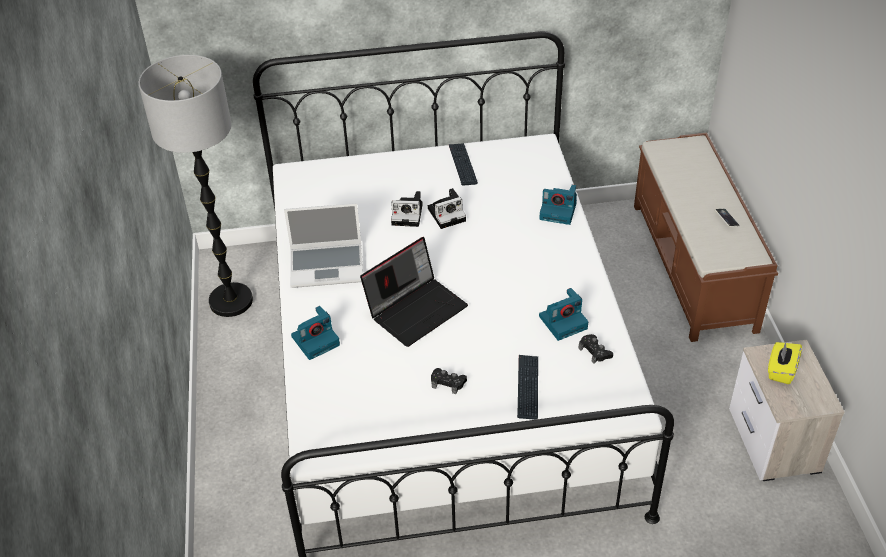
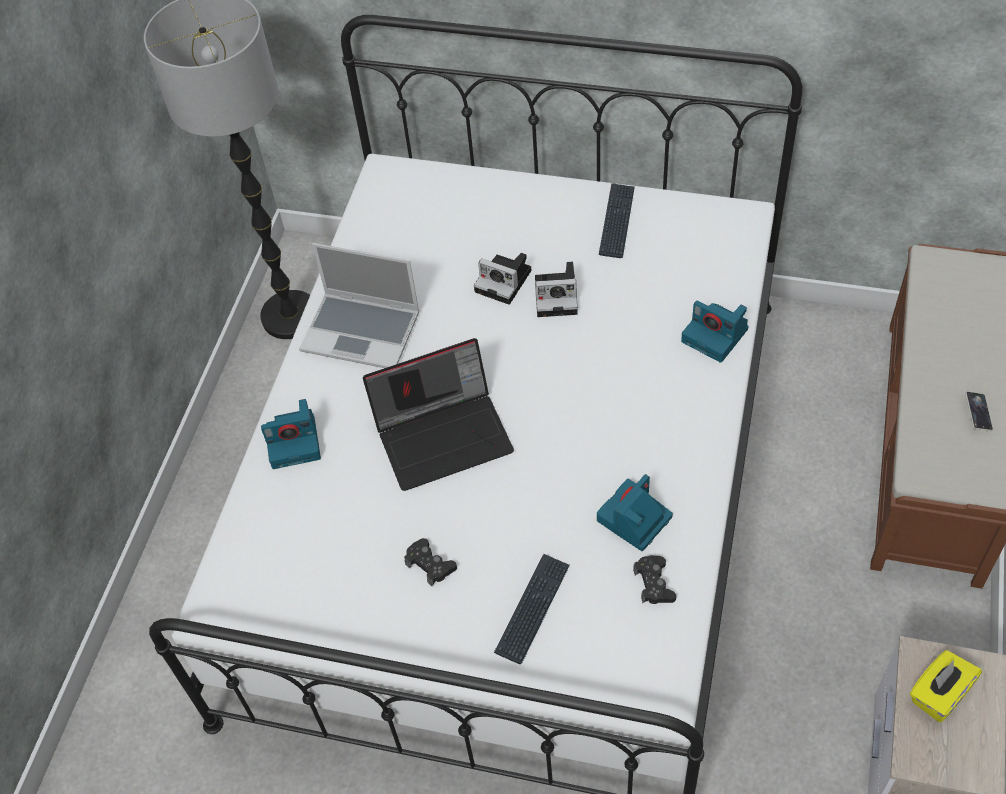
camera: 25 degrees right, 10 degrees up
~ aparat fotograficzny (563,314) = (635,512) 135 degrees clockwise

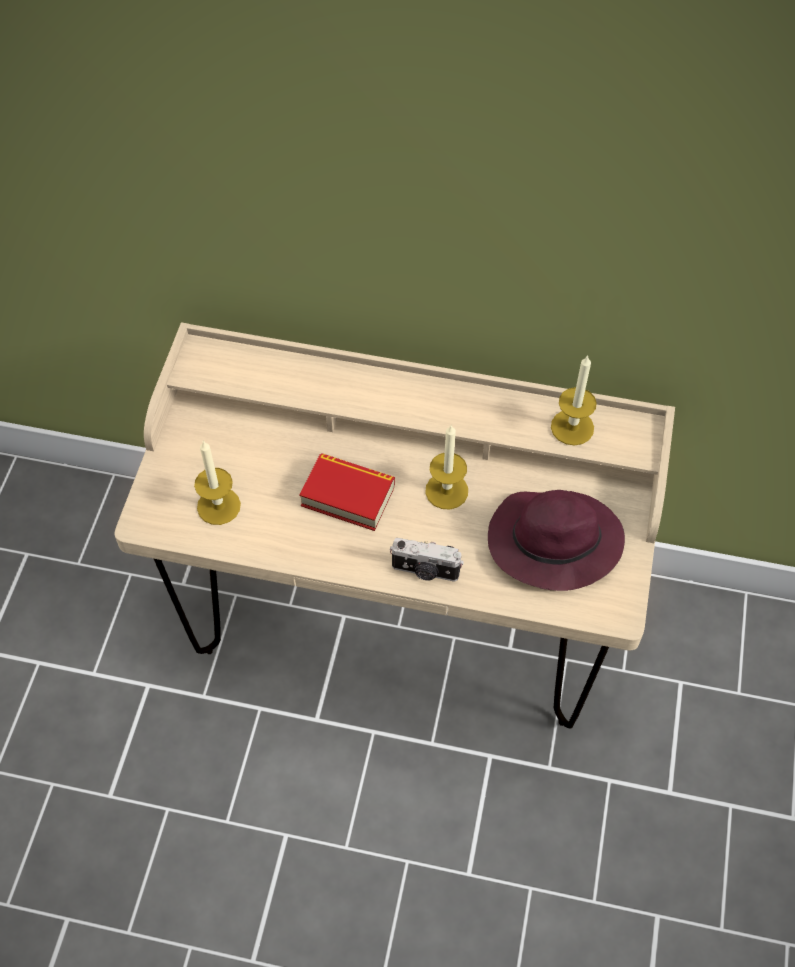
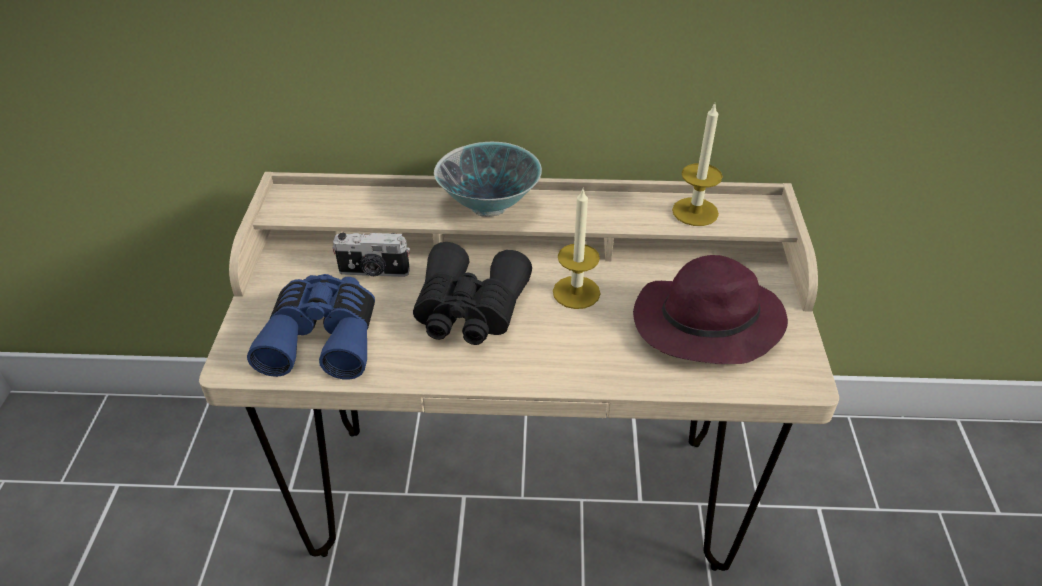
camera: 10 degrees left, 15 degrees down
~ świeca (217,482) to lornetka (niebieski) (311,327)
~ książka (347,492) to lornetka (czarny) (472,293)
~ aparat fotograficzny (427,560) to (371,255)
+ miska (488,179)

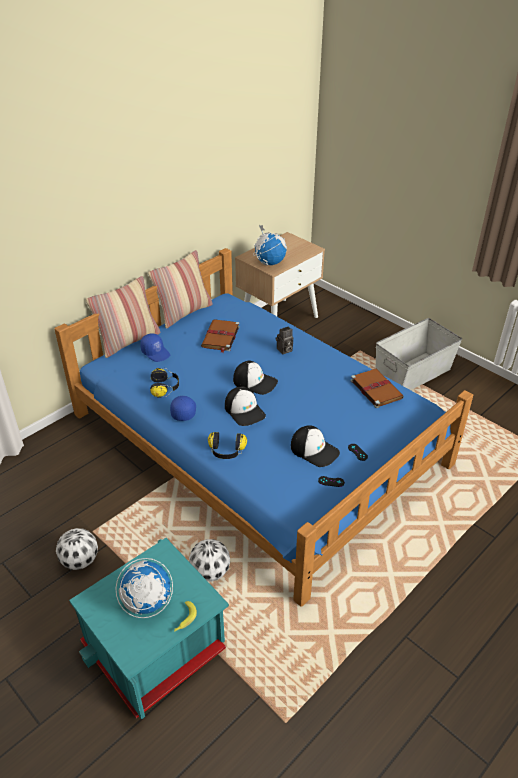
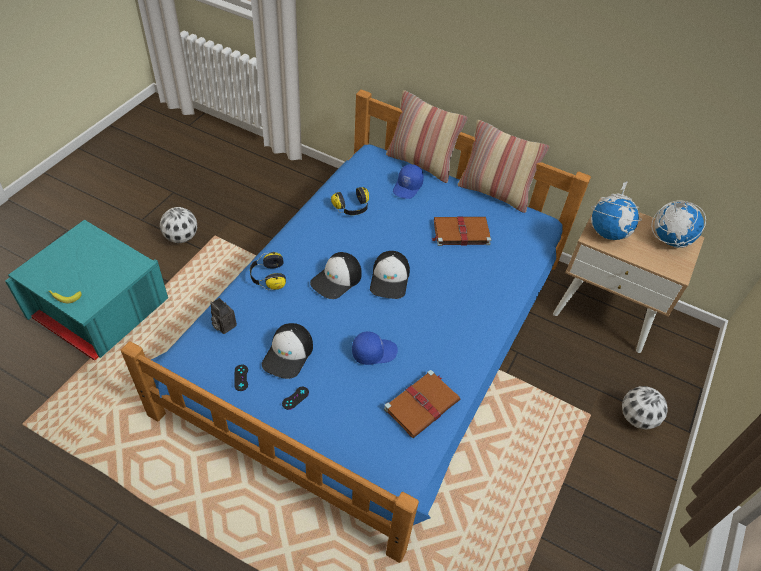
camera: 70 degrees right, 10 degrees up
~ globus (144,588) to (678,224)
~ czapka z daszkiem (niebieski) (183,408) to (375,348)
~ piłka futbolowa (209,560) to (645,408)
~ aparat fotograficzny (284,340) to (223,316)
- pojemnik do przechowywania (szary) (419,354)

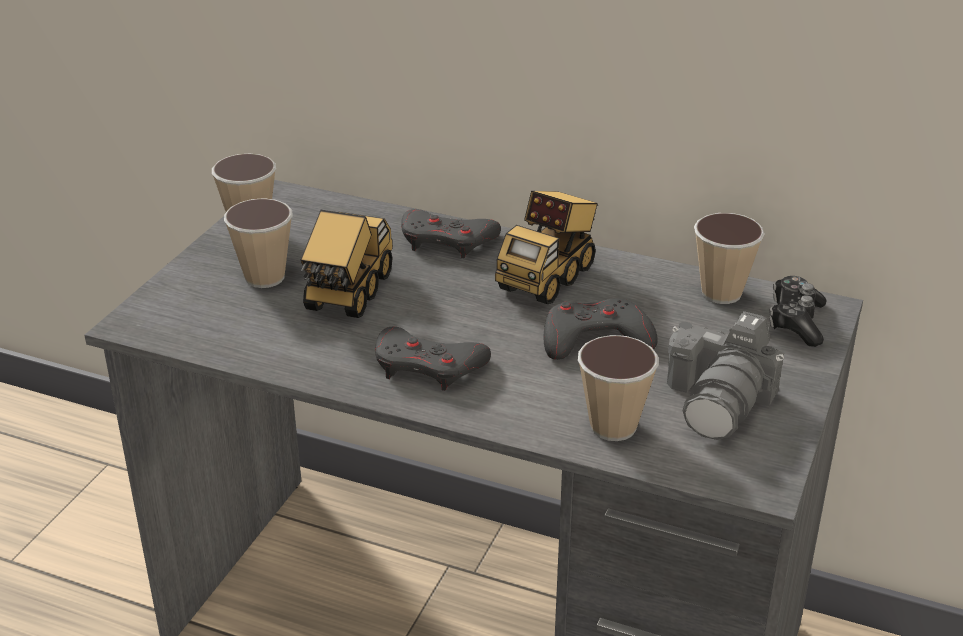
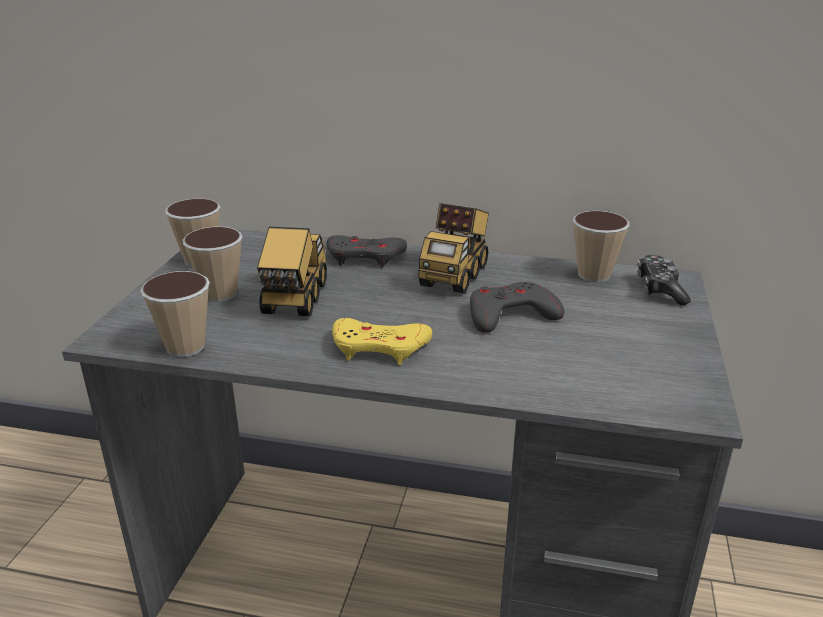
camera: 10 degrees left, 5 degrees down
~ pad do gier (szary) (433,358) to pad do gier (żółty) (382,341)
~ filiżanka (618,388) to (175,314)
- aparat fotograficzny (725,375)

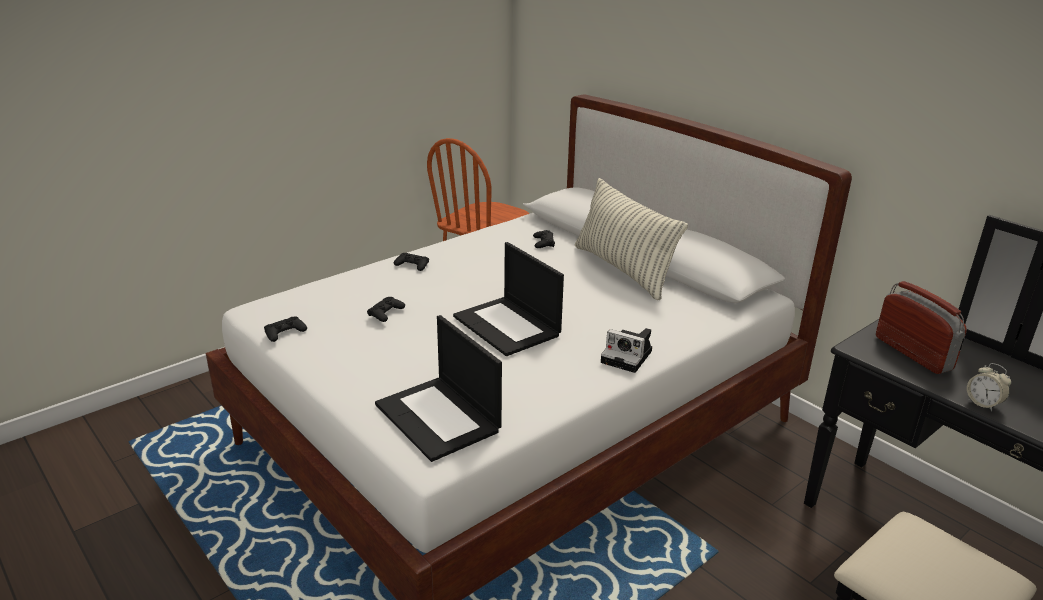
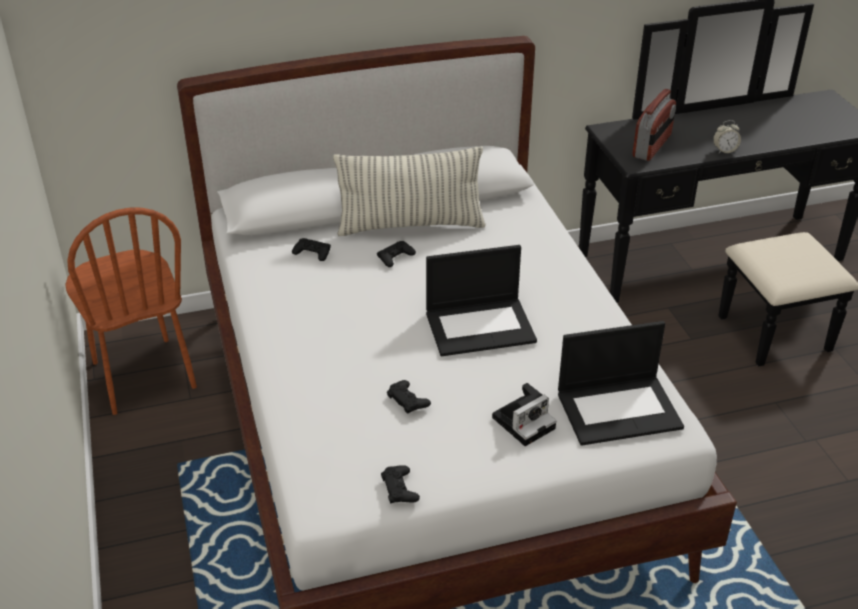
camera: 65 degrees left, 10 degrees up
~ pad do gier (czarny) (411,262) to (396,254)
~ aparat fotograficzny (626,350) to (524,414)
~ radio (921,327) = (654,125) 120 degrees clockwise

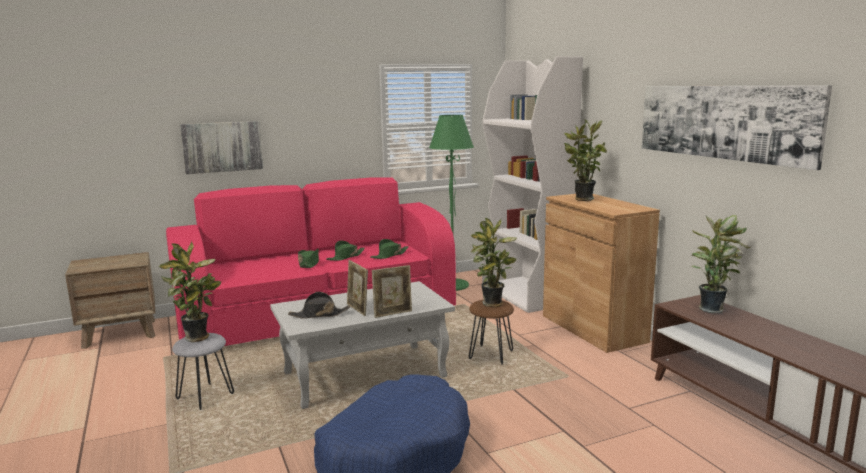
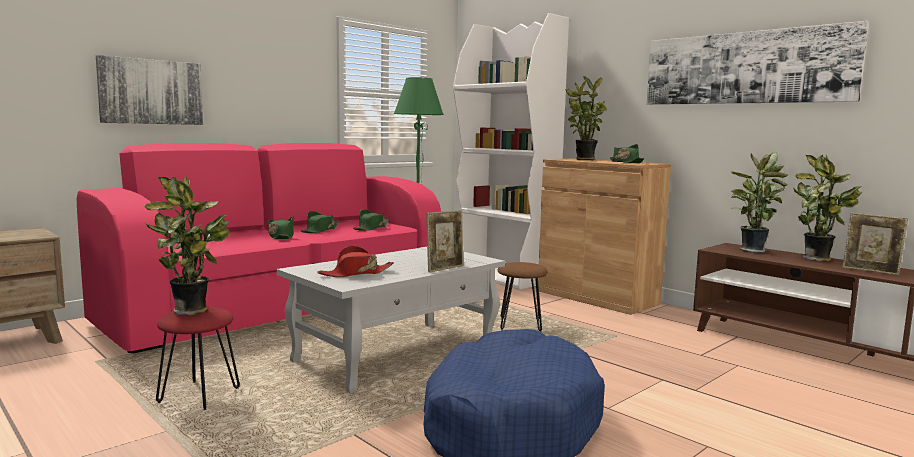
camera: 20 degrees left, 5 degrees down
~ stołek (szary) (203,371) to stołek (czerwony) (198,358)
~ kapelusz (czarny) (319,305) to kapelusz (czerwony) (355,261)
~ ramka na zdjęcie (357,288) to (875,244)
~ roślina doniczkowa (493,262) to (827,208)
+ kapelusz (zielony) (627,153)

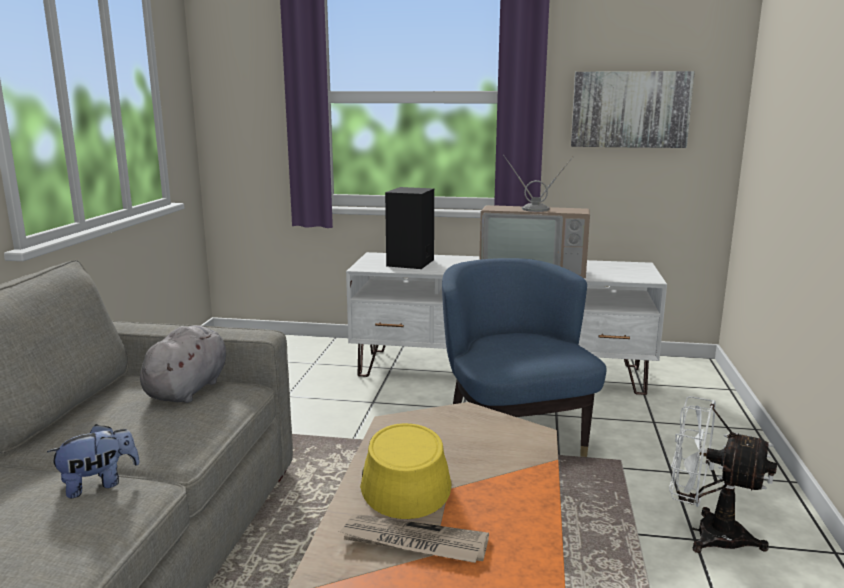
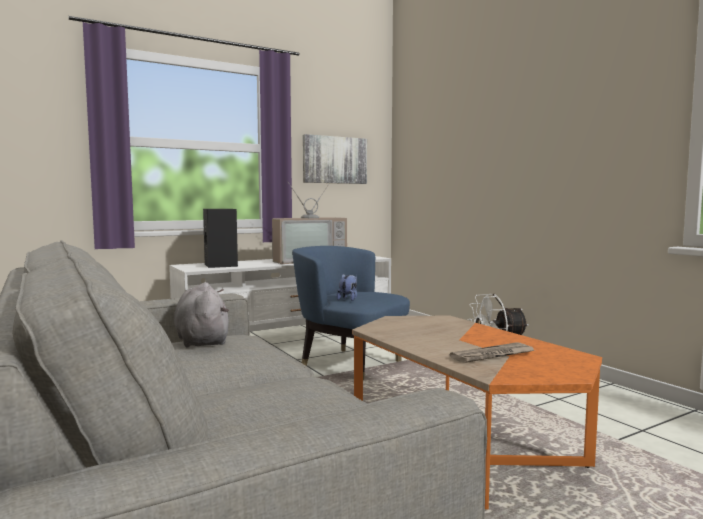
camera: 40 degrees left, 10 degrees down
~ pluszak (93,461) to (346,287)
- kapelusz (żółty) (406,471)

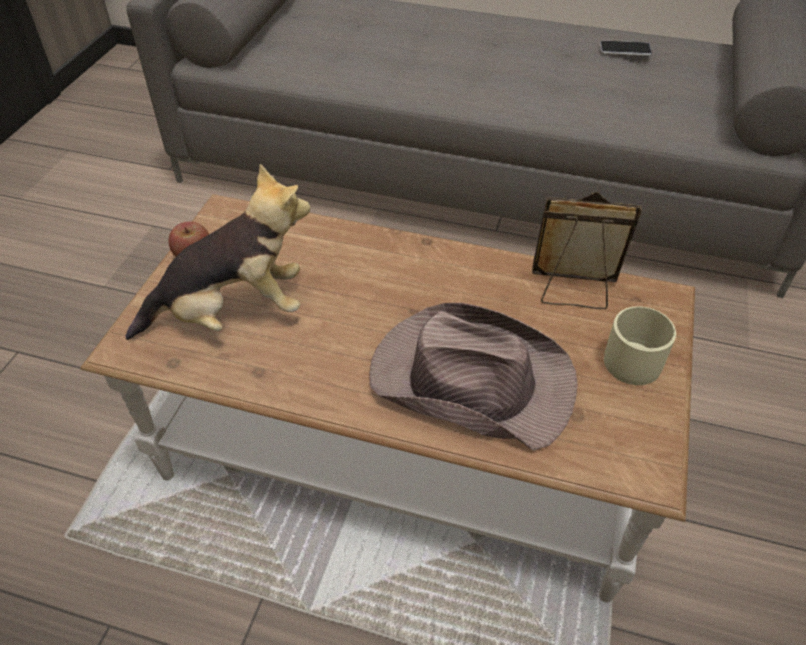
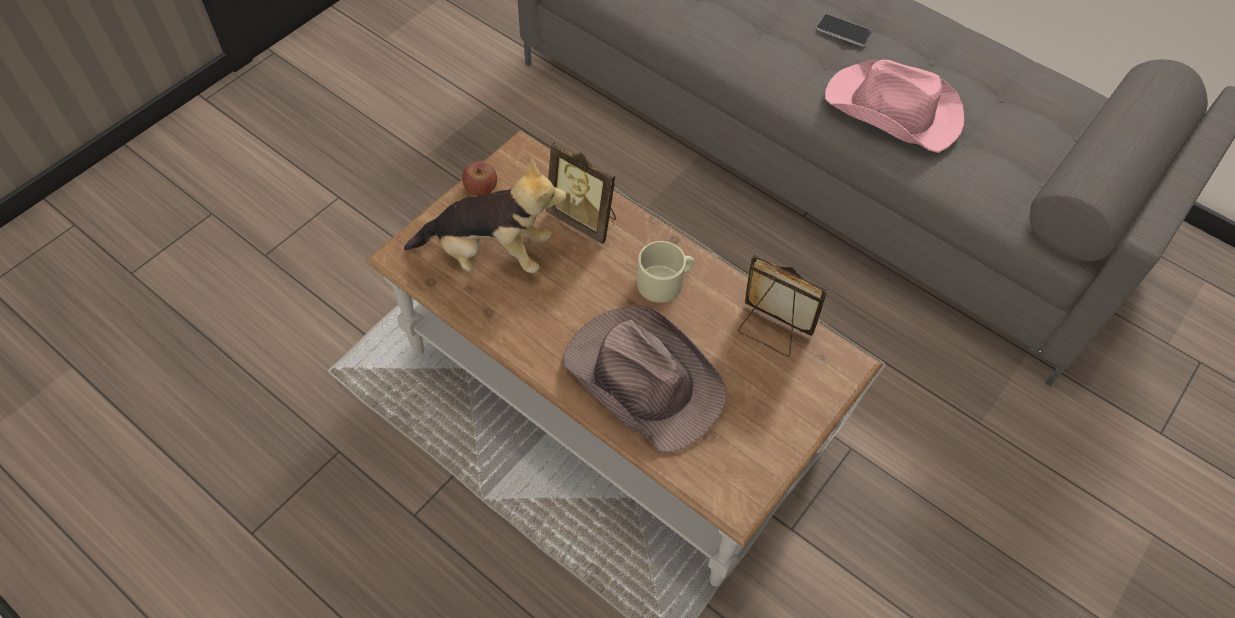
camera: 20 degrees right, 10 degrees up
~ telefon (626,48) to (844,30)
~ kubek (beżowy) (640,345) to (666,272)
+ ramka na zdjęcie (581,193)
+ kapelusz (różowy) (894,106)

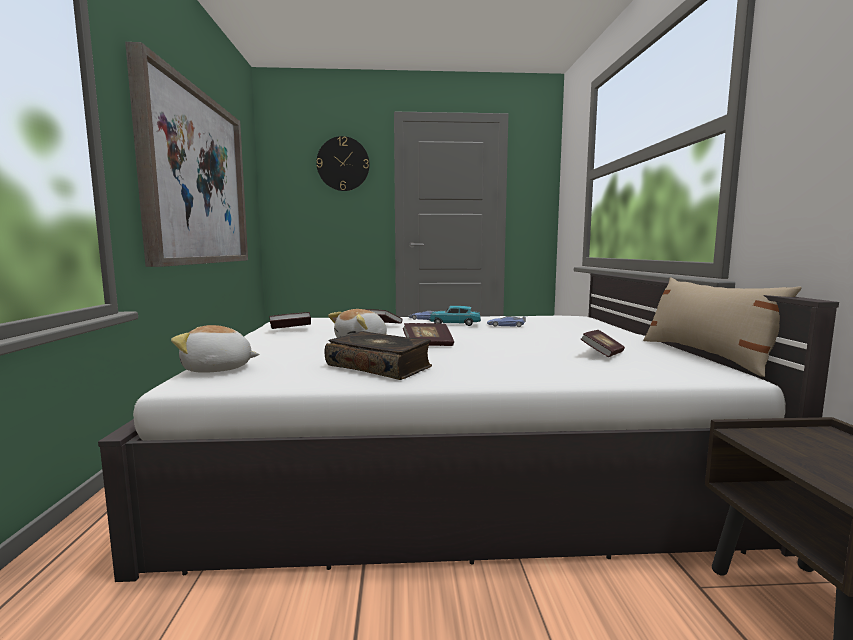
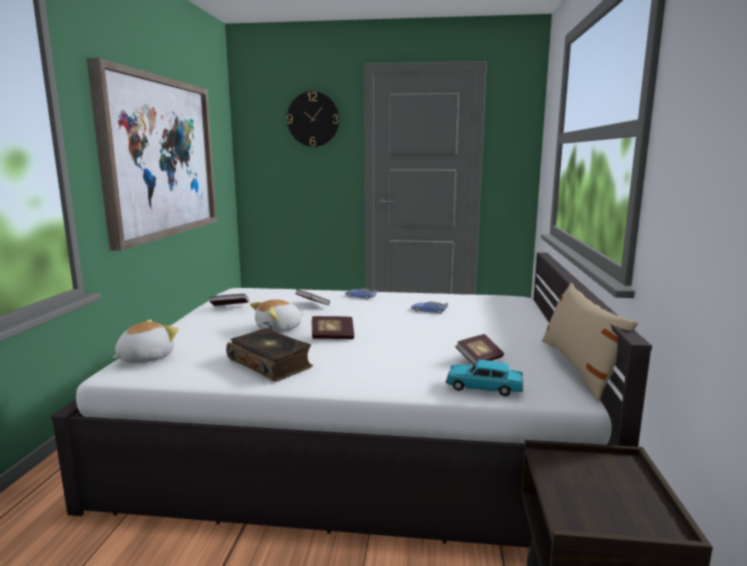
camera: 10 degrees right, 5 degrees up
~ pluszak (215,349) = (145,341) 120 degrees clockwise
~ samochodzik (turkusowy) (455,316) to (484,378)

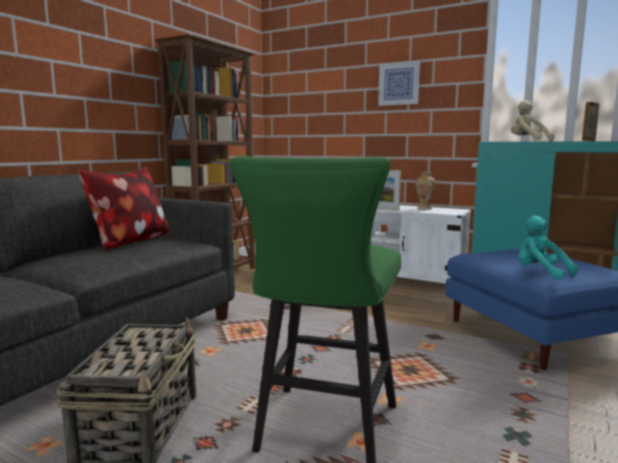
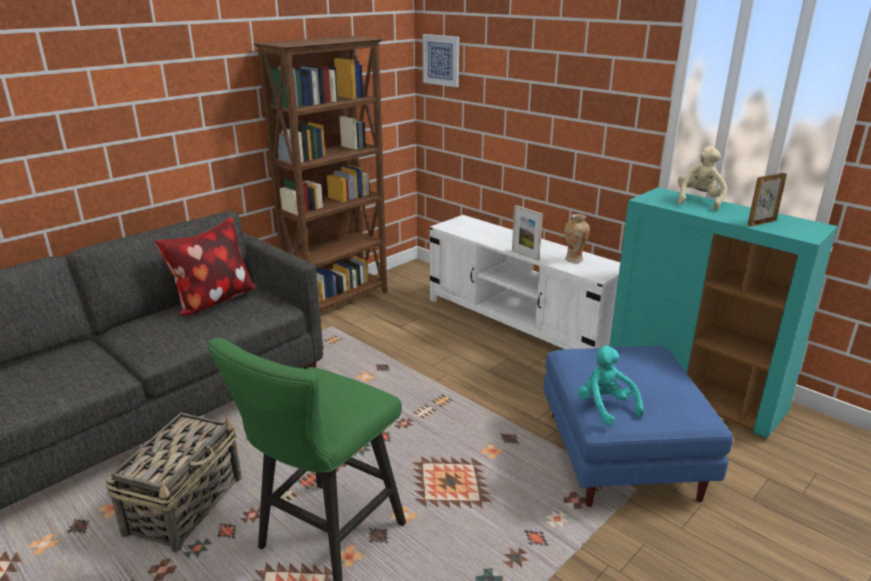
camera: 15 degrees right, 15 degrees up
~ obraz (399,83) to (440,60)
~ pluszak (beżowy) (532,121) = (702,178) 45 degrees clockwise

